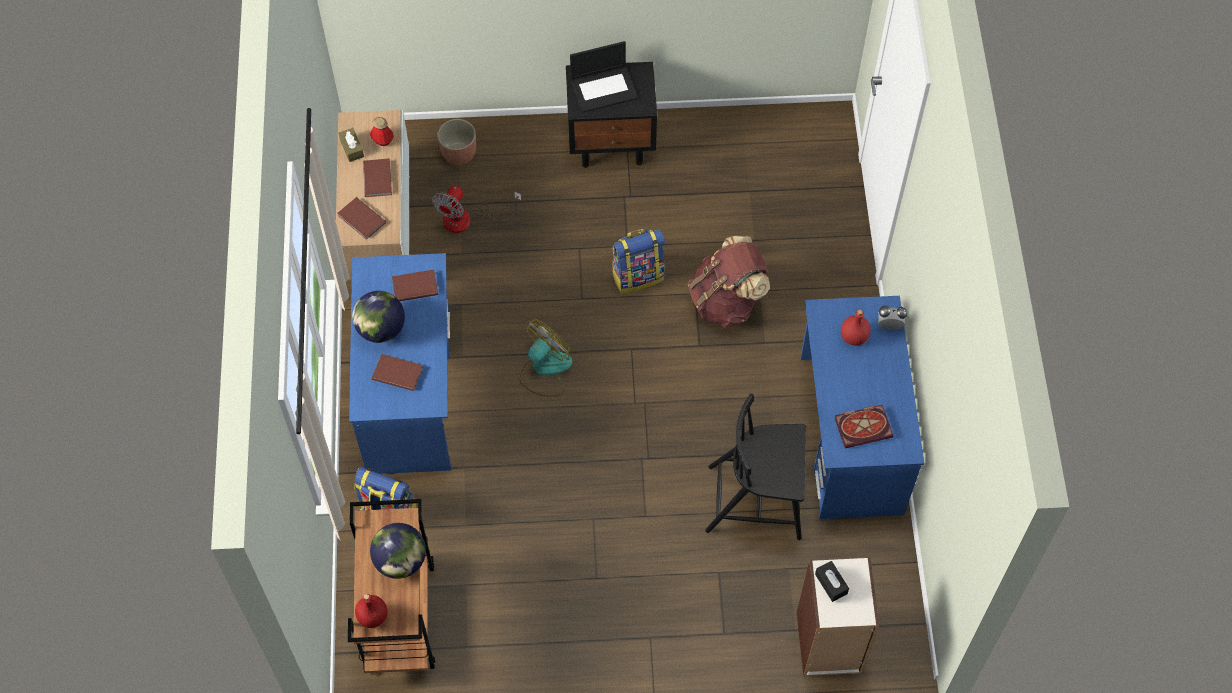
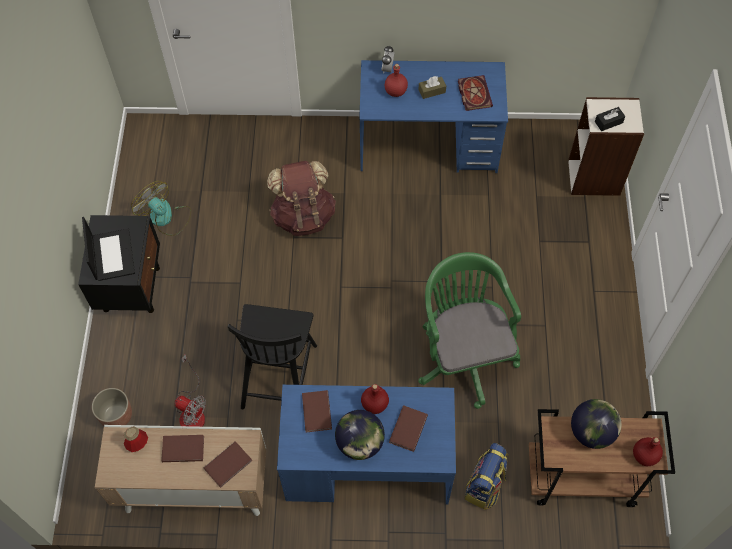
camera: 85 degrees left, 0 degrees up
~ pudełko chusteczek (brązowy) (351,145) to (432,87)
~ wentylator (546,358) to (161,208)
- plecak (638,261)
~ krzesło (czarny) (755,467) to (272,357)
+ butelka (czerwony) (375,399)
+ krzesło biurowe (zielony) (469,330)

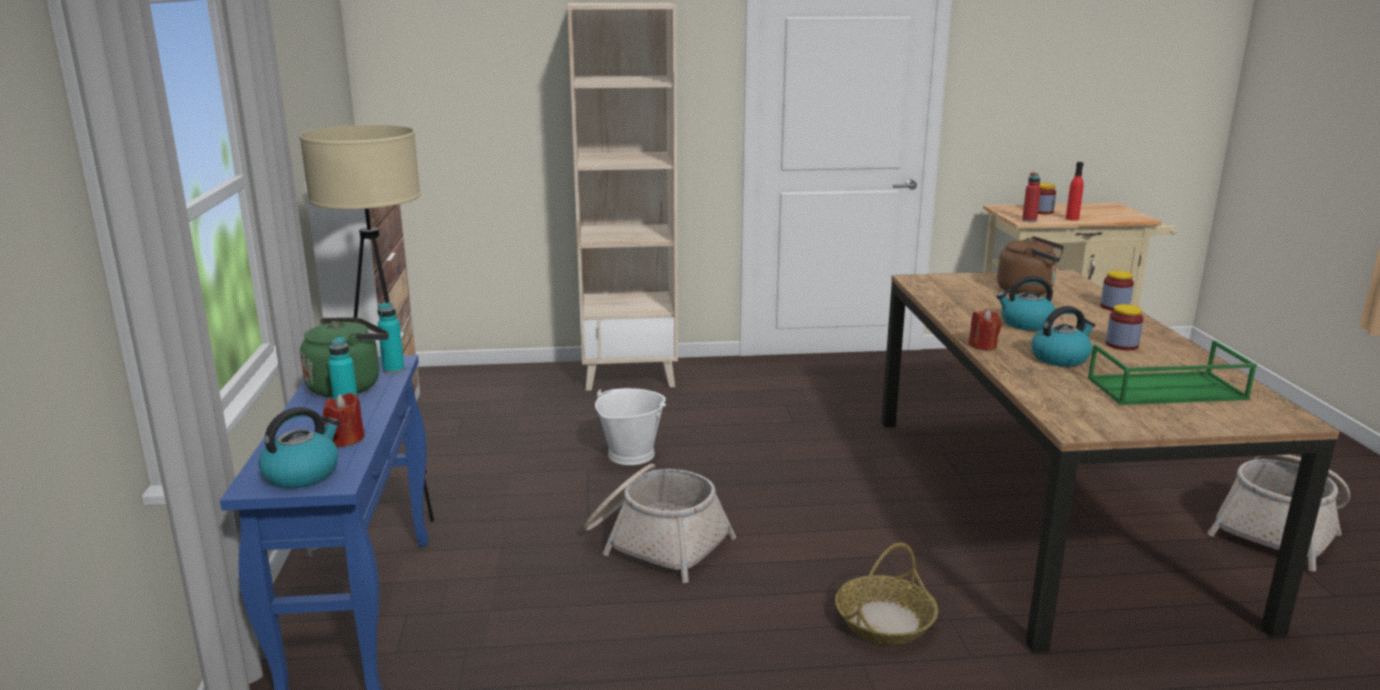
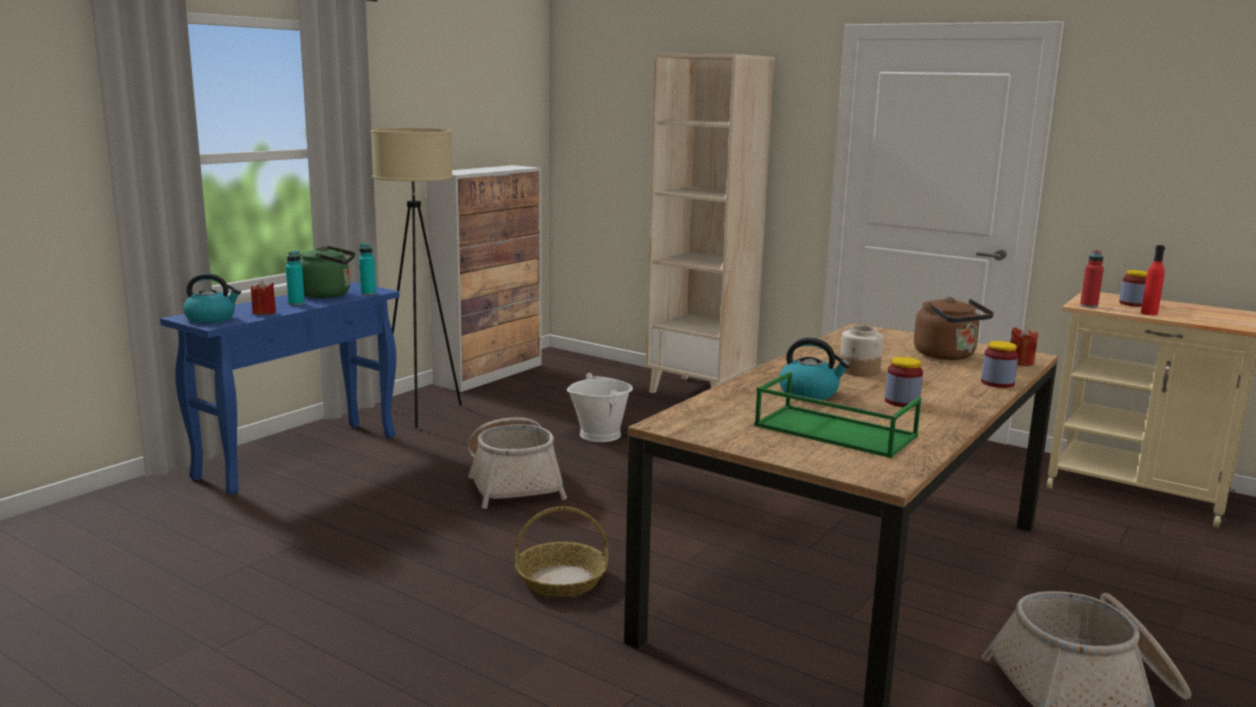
camera: 40 degrees right, 5 degrees down
~ świeca (czerwony) (985,329) to (1024,346)
~ czajnik (1025,303) to słoik (861,350)

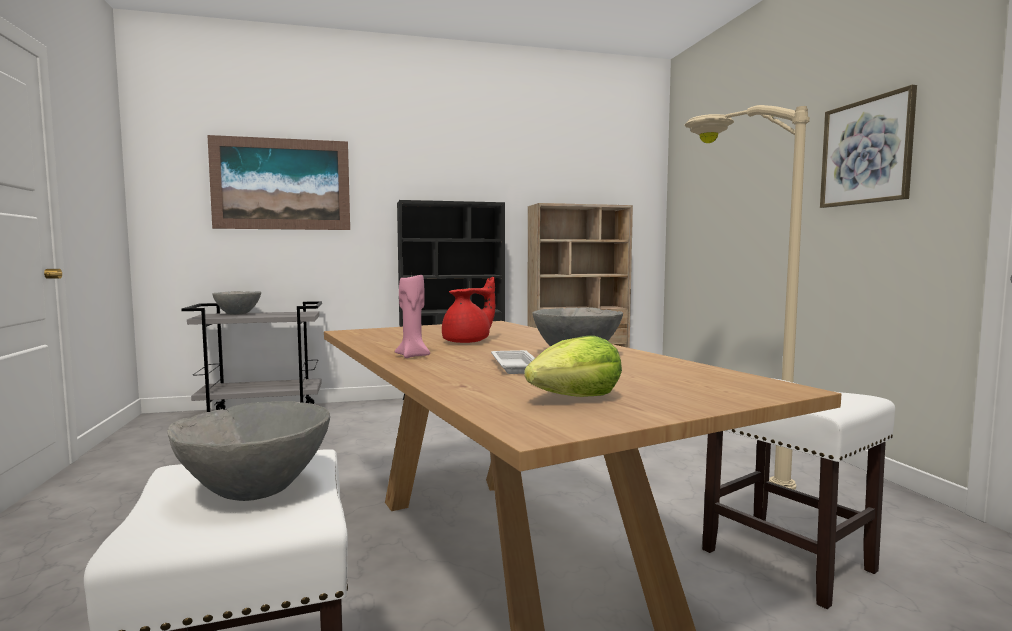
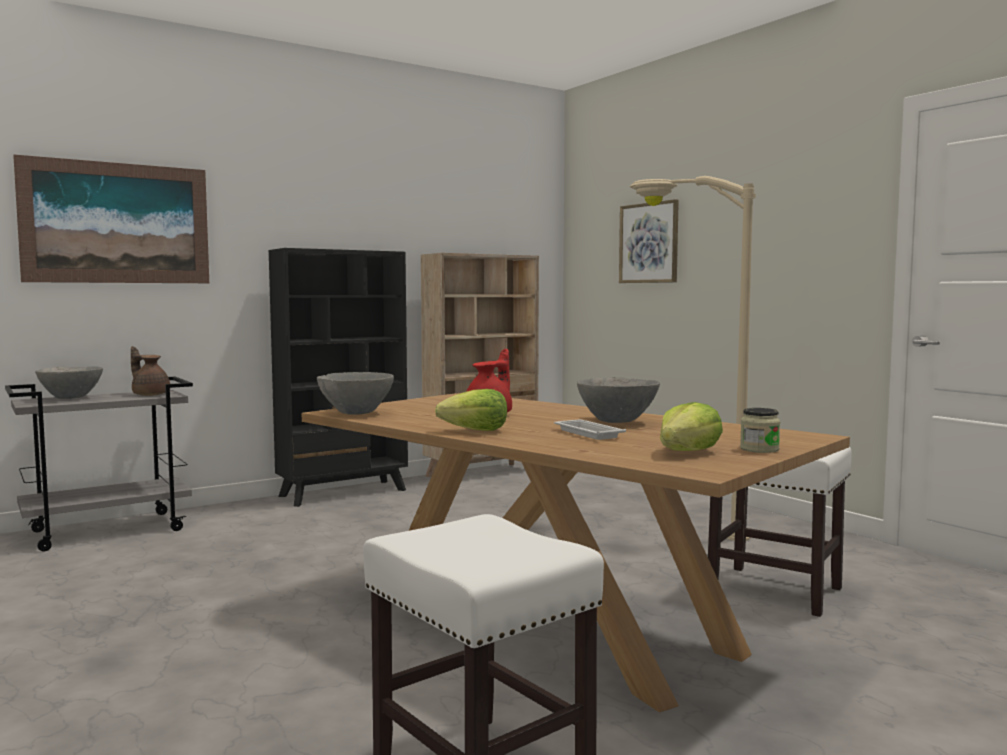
camera: 20 degrees left, 0 degrees up
~ miska (szary) (248,451) to (355,393)
~ świeca (różowy) (412,316) to sałata (471,410)
~ obraz (868,146) to (649,241)
+ imbryk (brązowy) (150,371)
+ słoik (760,430)

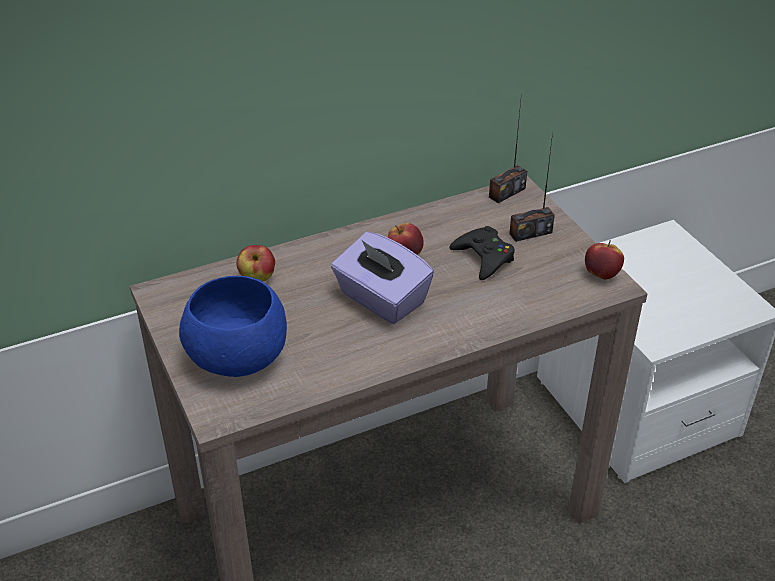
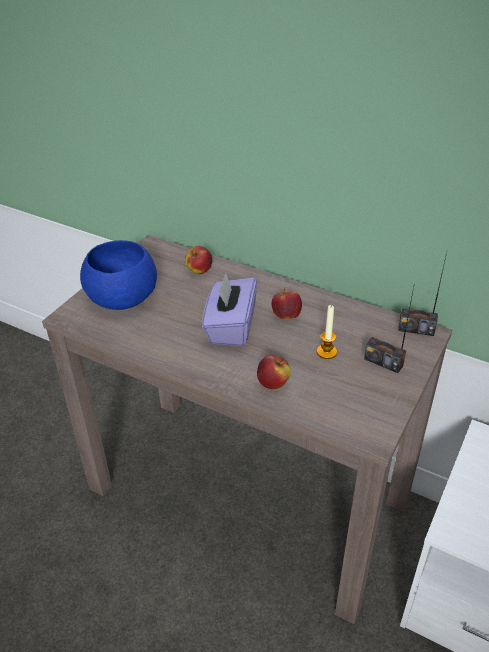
camera: 55 degrees right, 0 degrees up
~ pad do gier (czarny) (482,253) to świeca (327,332)
~ jabłko (604,259) to (274,372)

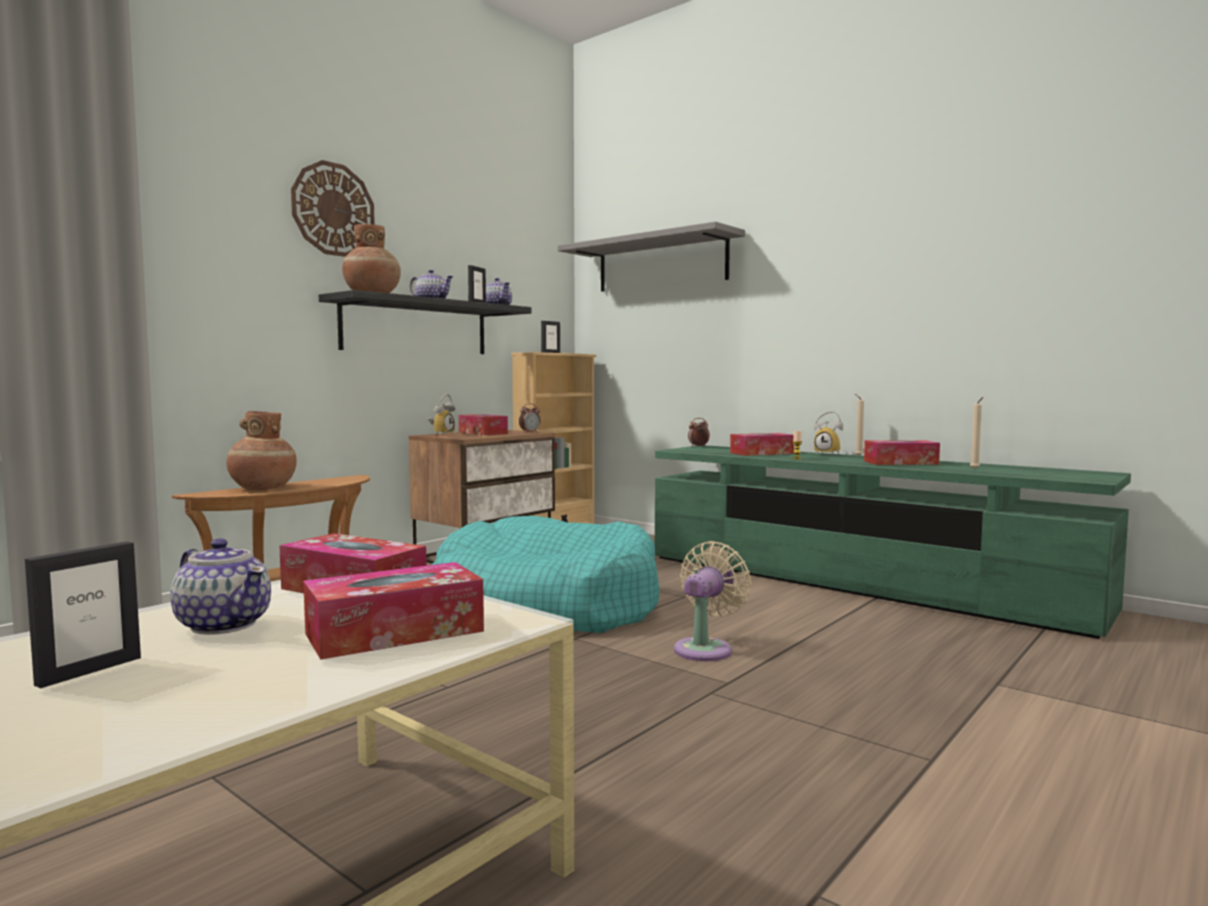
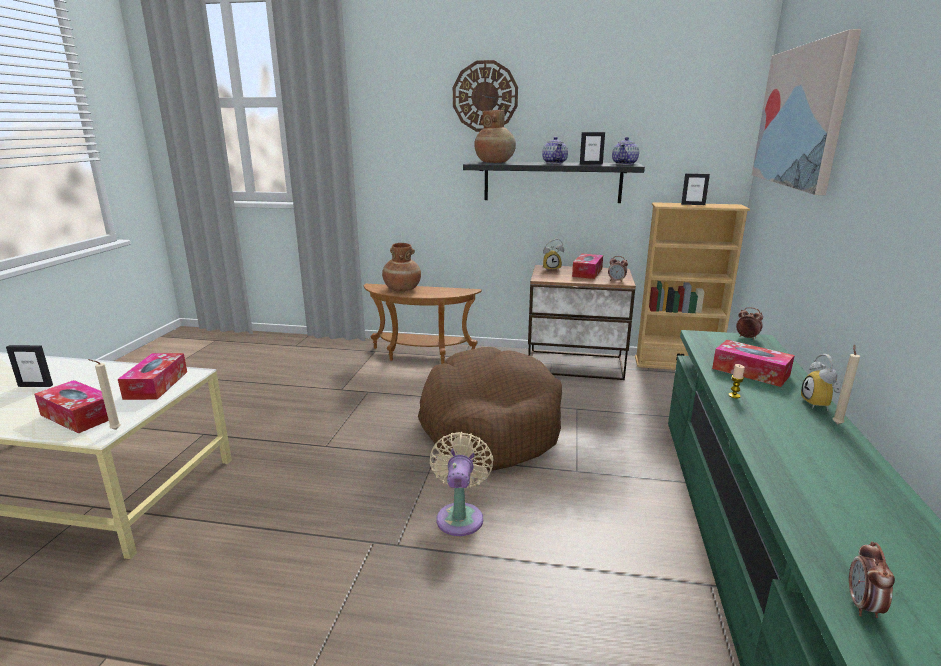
camera: 60 degrees right, 15 degrees up
- imbryk (220,586)
~ legowisko (turkusowy) (545,574) to legowisko (brązowy) (490,409)
~ półka (szary) (651,256) to obraz (806,112)
~ wentylator (beżowy) (712,601) = (461,484) 90 degrees counterclockwise
- pudełko chusteczek (902,452)
~ świeca (beżowy) (976,433) to (104,394)
+ budzik (872,579)

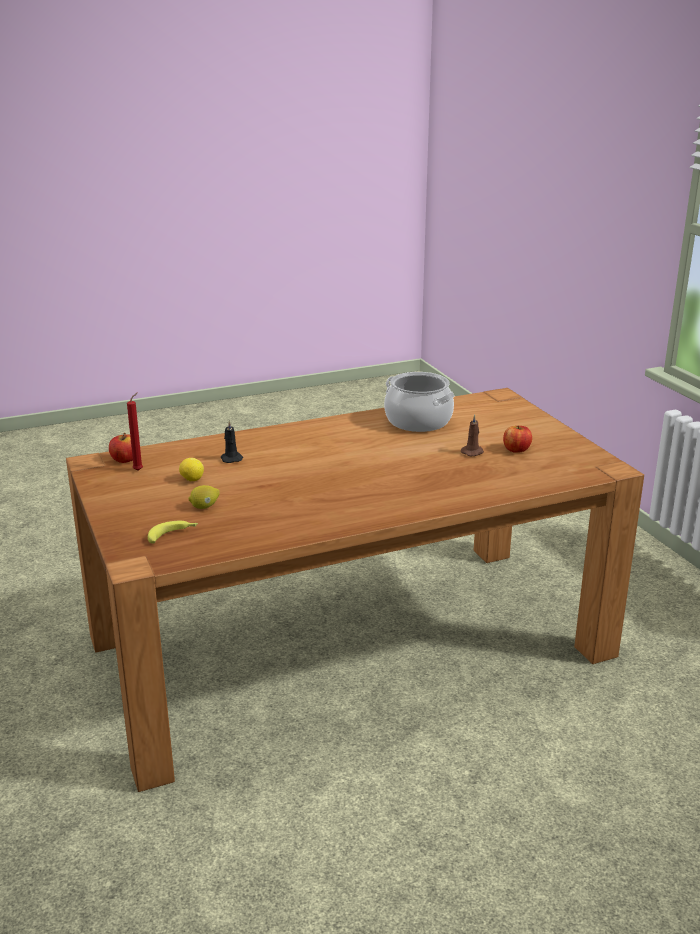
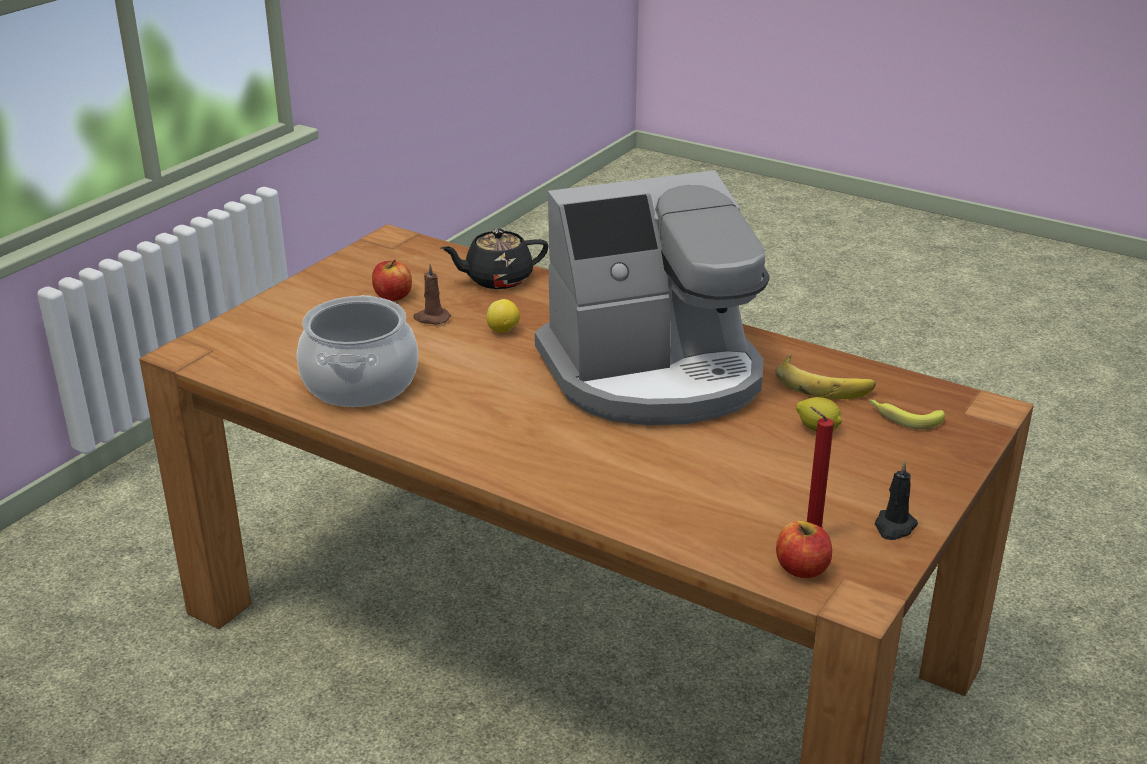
camera: 125 degrees left, 5 degrees up
~ cytryna (191,469) to (503,316)
~ świeca (czarny) (232,441) to (896,500)
+ imbryk (czarny) (494,259)
+ ekspres do kawy (652,297)
+ banan (825,376)

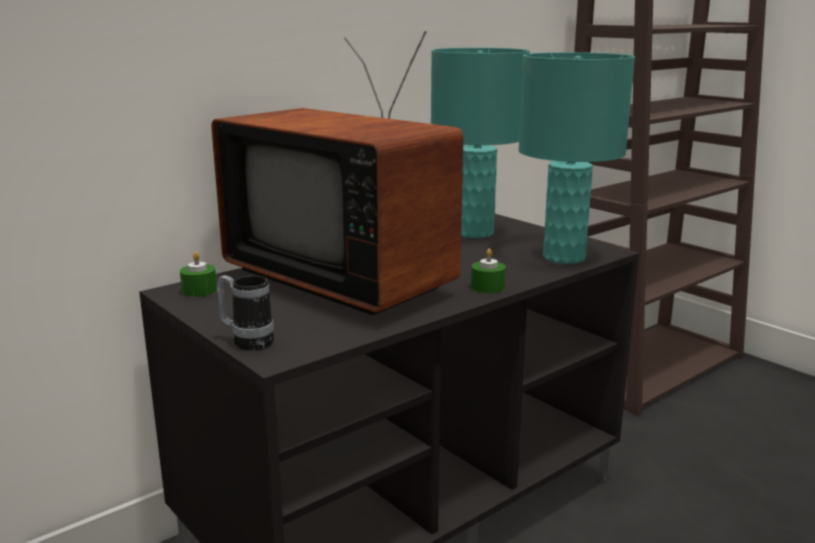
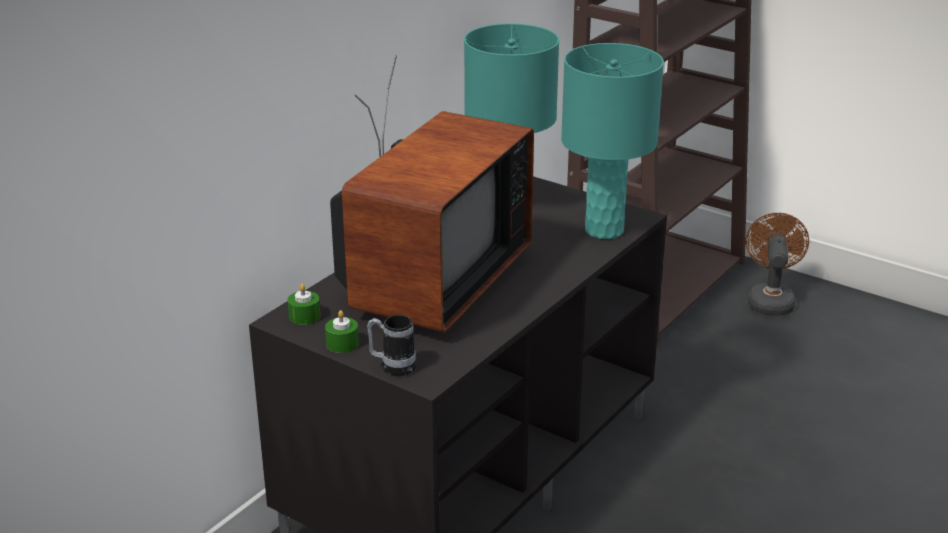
camera: 15 degrees left, 10 degrees up
~ telewizor (337,173) = (432,194) 90 degrees counterclockwise
~ świeca (zielony) (488,271) to (342,331)
+ wentylator (brązowy) (777,264)

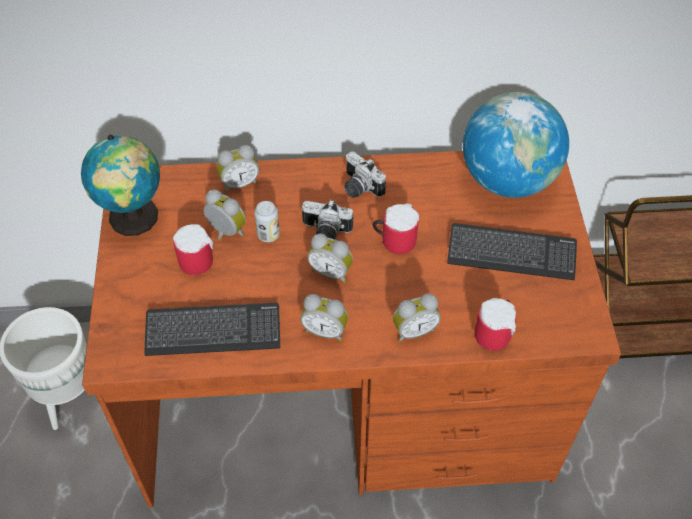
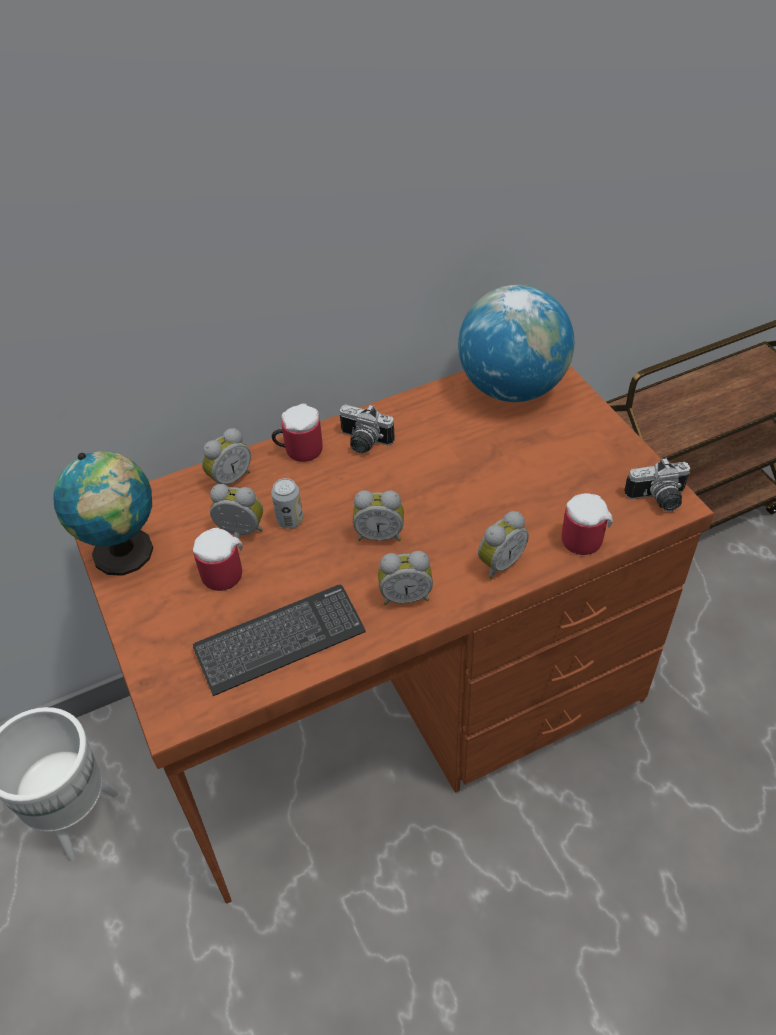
camera: 20 degrees left, 5 degrees down
~ aparat fotograficzny (327,219) to (657,484)
~ kubek (396,228) to (297,432)
- klawiatura (512,251)

